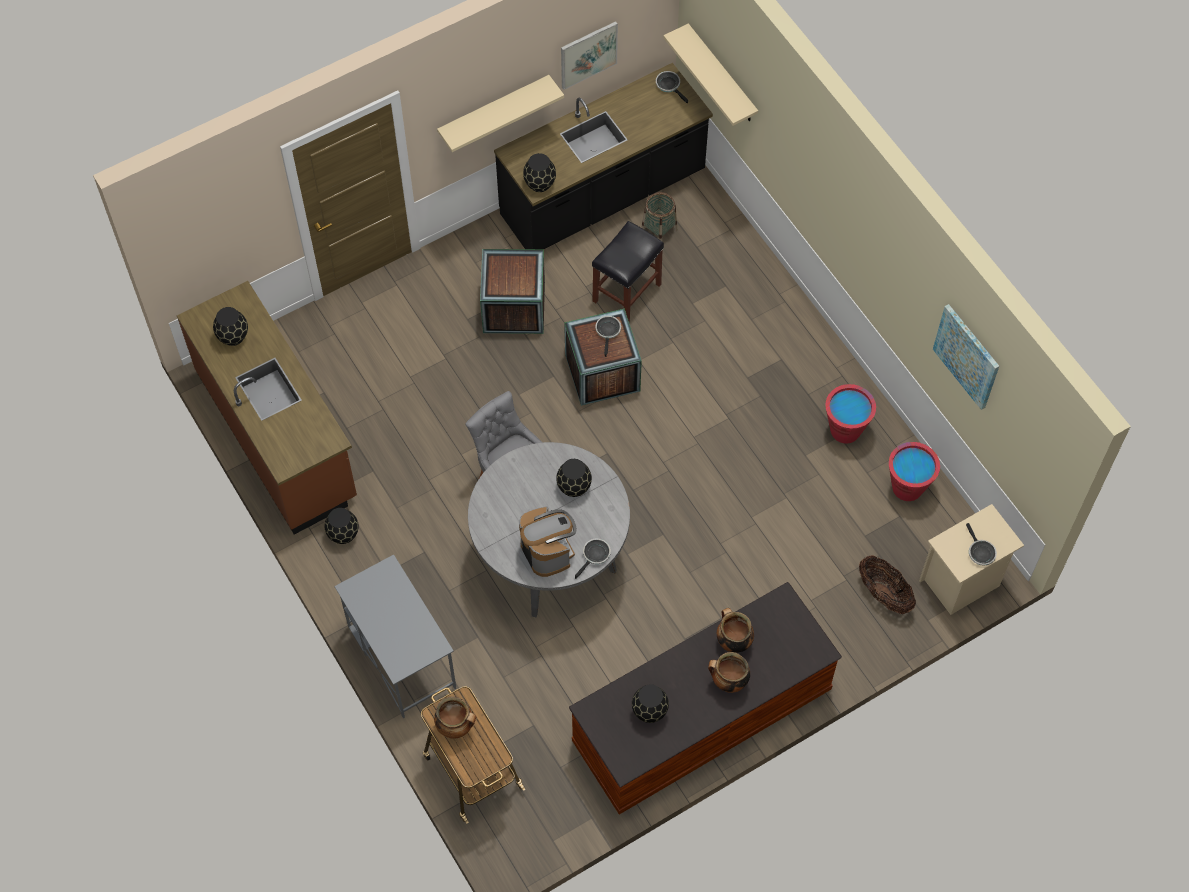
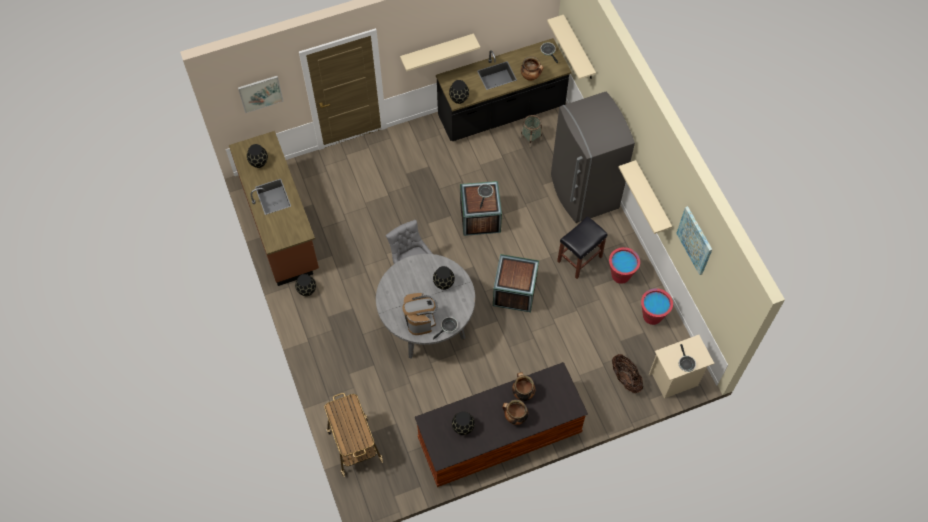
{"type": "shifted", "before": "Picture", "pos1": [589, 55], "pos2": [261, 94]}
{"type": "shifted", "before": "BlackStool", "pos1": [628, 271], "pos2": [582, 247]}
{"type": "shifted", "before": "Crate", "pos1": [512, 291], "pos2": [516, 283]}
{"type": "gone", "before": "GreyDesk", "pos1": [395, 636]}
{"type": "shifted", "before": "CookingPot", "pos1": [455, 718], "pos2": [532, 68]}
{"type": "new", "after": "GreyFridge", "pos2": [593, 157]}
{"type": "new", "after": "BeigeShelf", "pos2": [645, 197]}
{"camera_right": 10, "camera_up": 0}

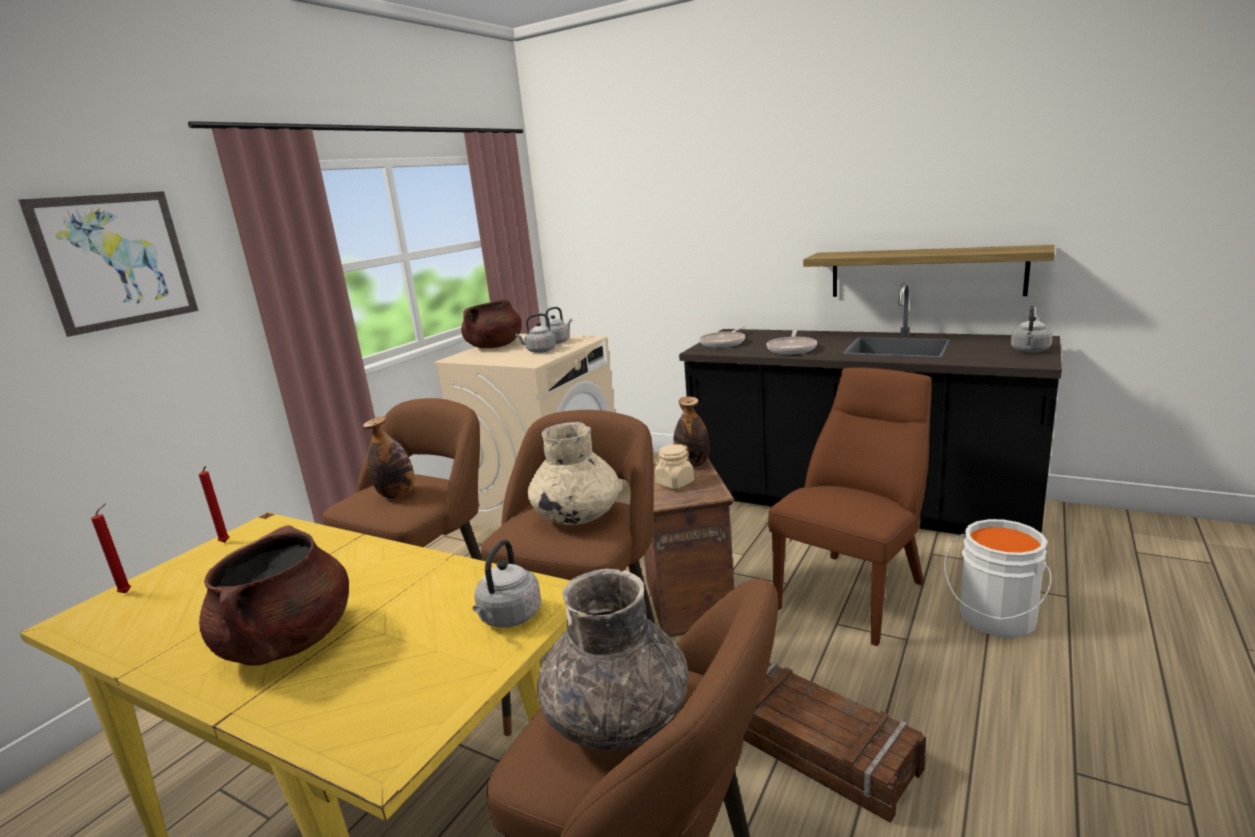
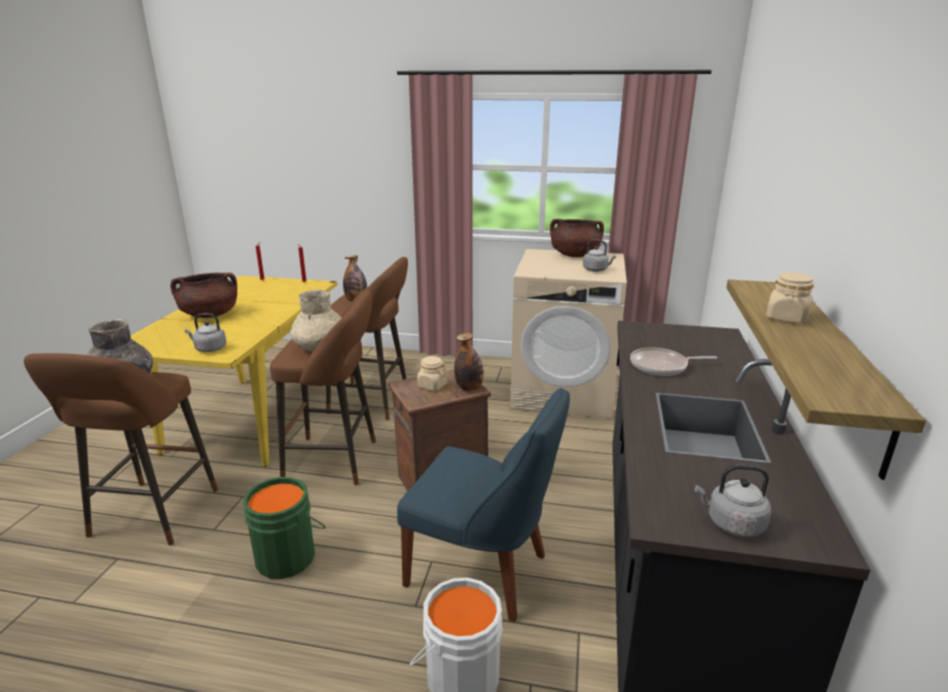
{"type": "gone", "before": "Picture", "pos1": [108, 264]}
{"type": "gone", "before": "GreyKettle", "pos1": [535, 333]}
{"type": "gone", "before": "FryingPan", "pos1": [722, 337]}
{"type": "repainted", "before": "BrownChair", "after": "BlueChair", "pos1": [850, 506], "pos2": [483, 505]}
{"type": "swapped", "before": "Crate", "after": "GreenBucket", "pos1": [834, 742], "pos2": [284, 528]}
{"type": "new", "after": "BeigeJar", "pos2": [790, 297]}
{"camera_right": 70, "camera_up": 5}

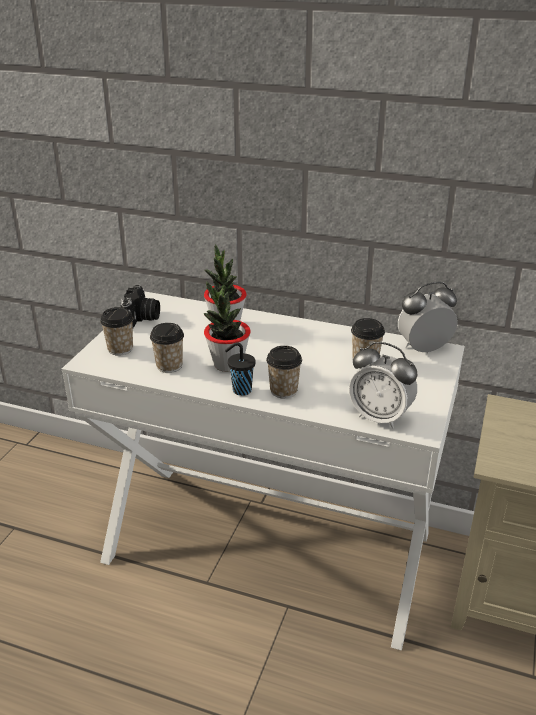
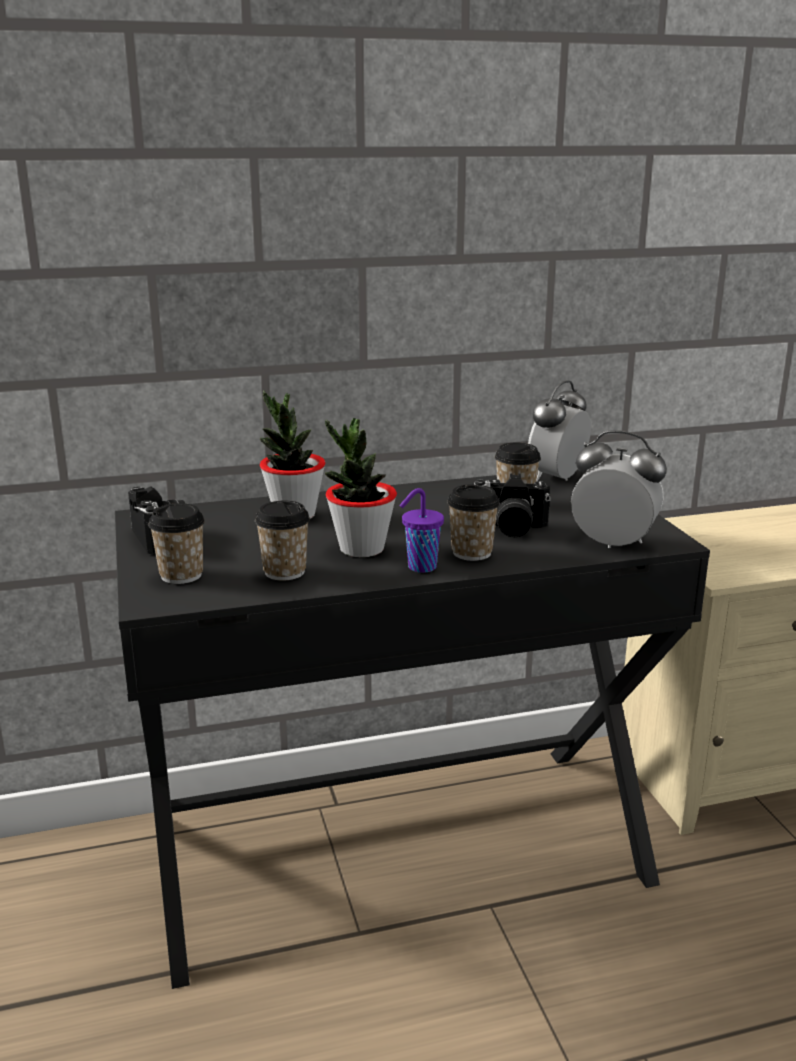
{"type": "repainted", "before": "WhiteDesk", "after": "BlackDesk", "pos1": [263, 471], "pos2": [412, 729]}
{"type": "repainted", "before": "BlackCup", "after": "PurpleCup", "pos1": [240, 369], "pos2": [421, 530]}
{"type": "rotated", "before": "AlarmClock", "pos1": [383, 385], "pos2": [619, 489], "turn": -150}
{"type": "new", "after": "PhotoCamera", "pos2": [512, 505]}
{"camera_right": -35, "camera_up": -10}

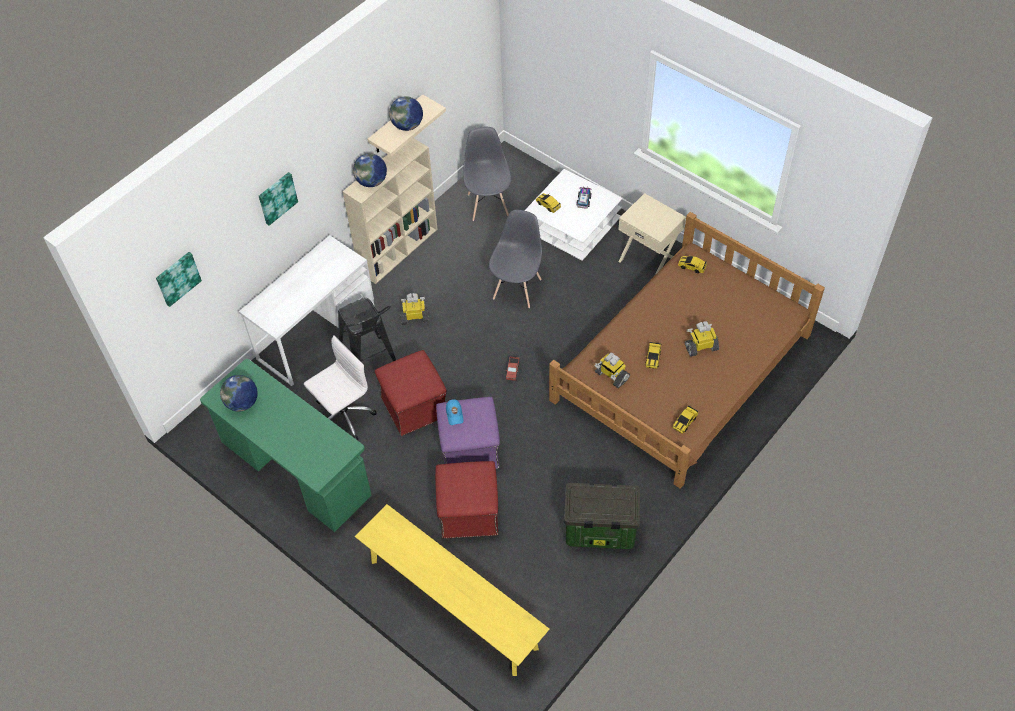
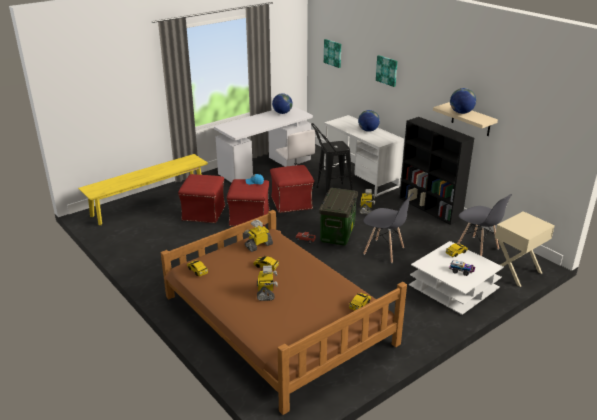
{"type": "rotated", "before": "GreyChair", "pos1": [487, 174], "pos2": [484, 225], "turn": 45}
{"type": "repainted", "before": "BeigeBookcase", "after": "BlackBookcase", "pos1": [390, 211], "pos2": [437, 171]}
{"type": "shifted", "before": "Globe", "pos1": [370, 170], "pos2": [369, 121]}
{"type": "shifted", "before": "BeigeNightstand", "pos1": [652, 234], "pos2": [525, 249]}
{"type": "repainted", "before": "GreenDesk", "after": "WhiteDesk", "pos1": [286, 445], "pos2": [263, 144]}
{"type": "repainted", "before": "PurpleOttoman", "after": "RedOttoman", "pos1": [468, 433], "pos2": [248, 203]}
{"type": "shifted", "before": "StorageBox", "pos1": [602, 516], "pos2": [338, 217]}
{"camera_right": 100, "camera_up": -25}

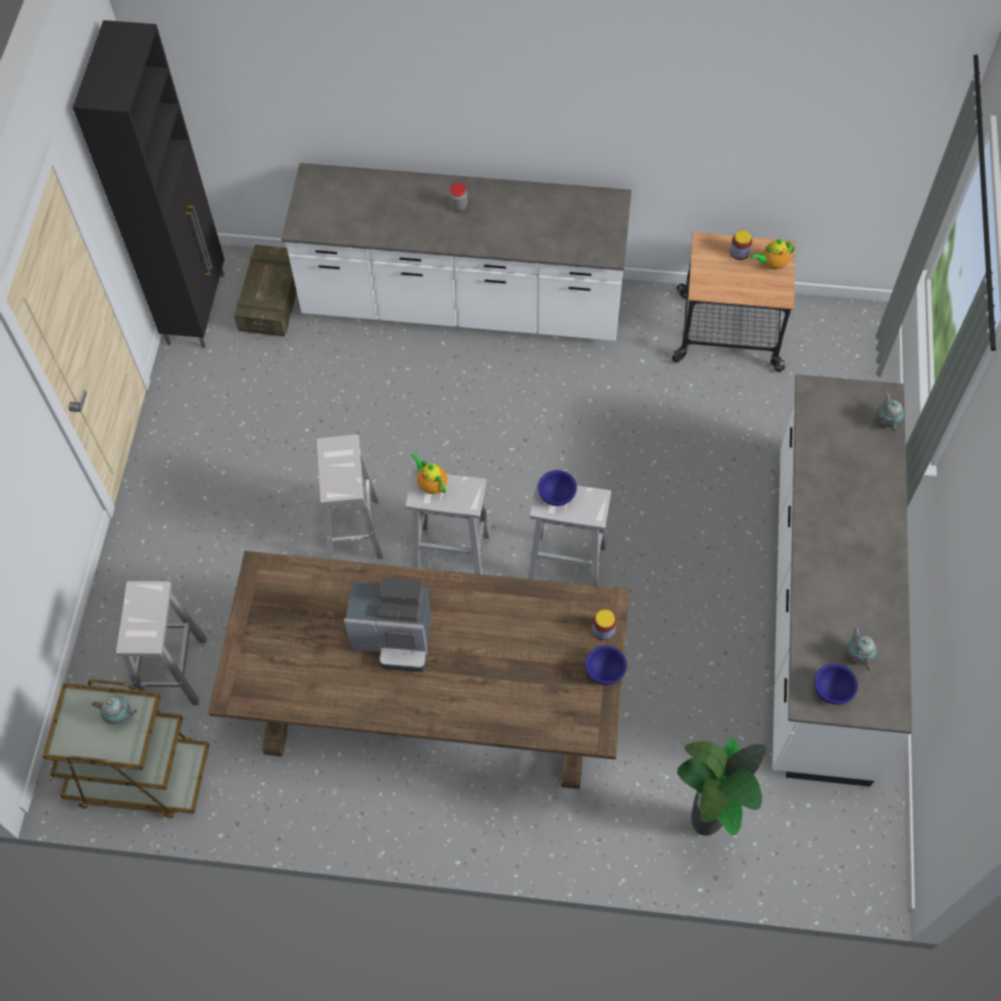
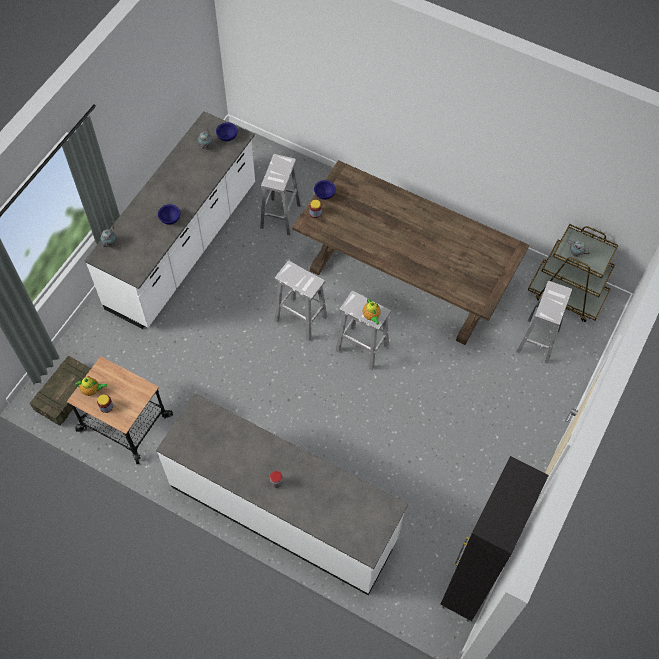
{"type": "shifted", "before": "Crate", "pos1": [265, 290], "pos2": [60, 390]}
{"type": "shifted", "before": "WhiteStool", "pos1": [350, 497], "pos2": [281, 194]}
{"type": "shifted", "before": "BlueBowl", "pos1": [557, 488], "pos2": [169, 214]}
{"type": "gone", "before": "CoffeeMachine", "pos1": [387, 624]}
{"type": "gone", "before": "PottedPlant", "pos1": [721, 787]}
{"camera_right": -160, "camera_up": 0}

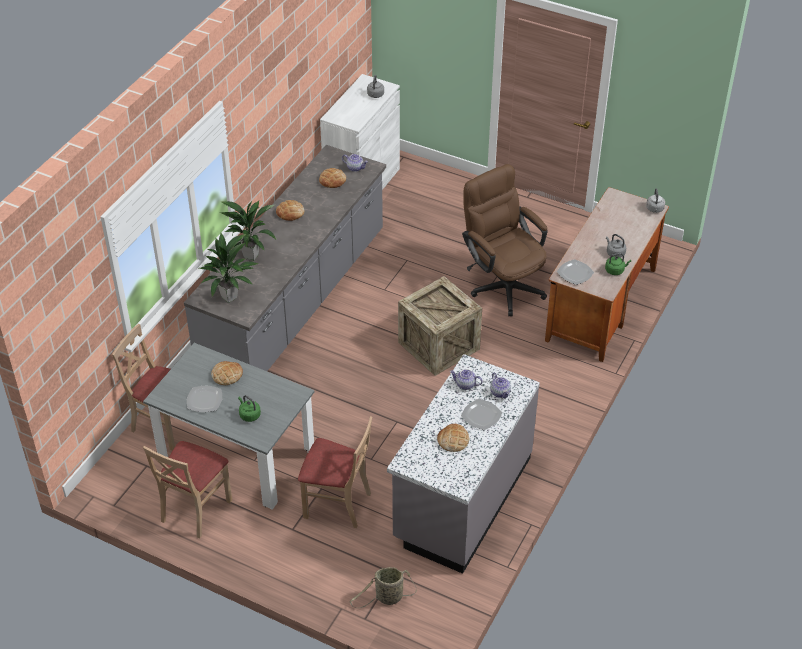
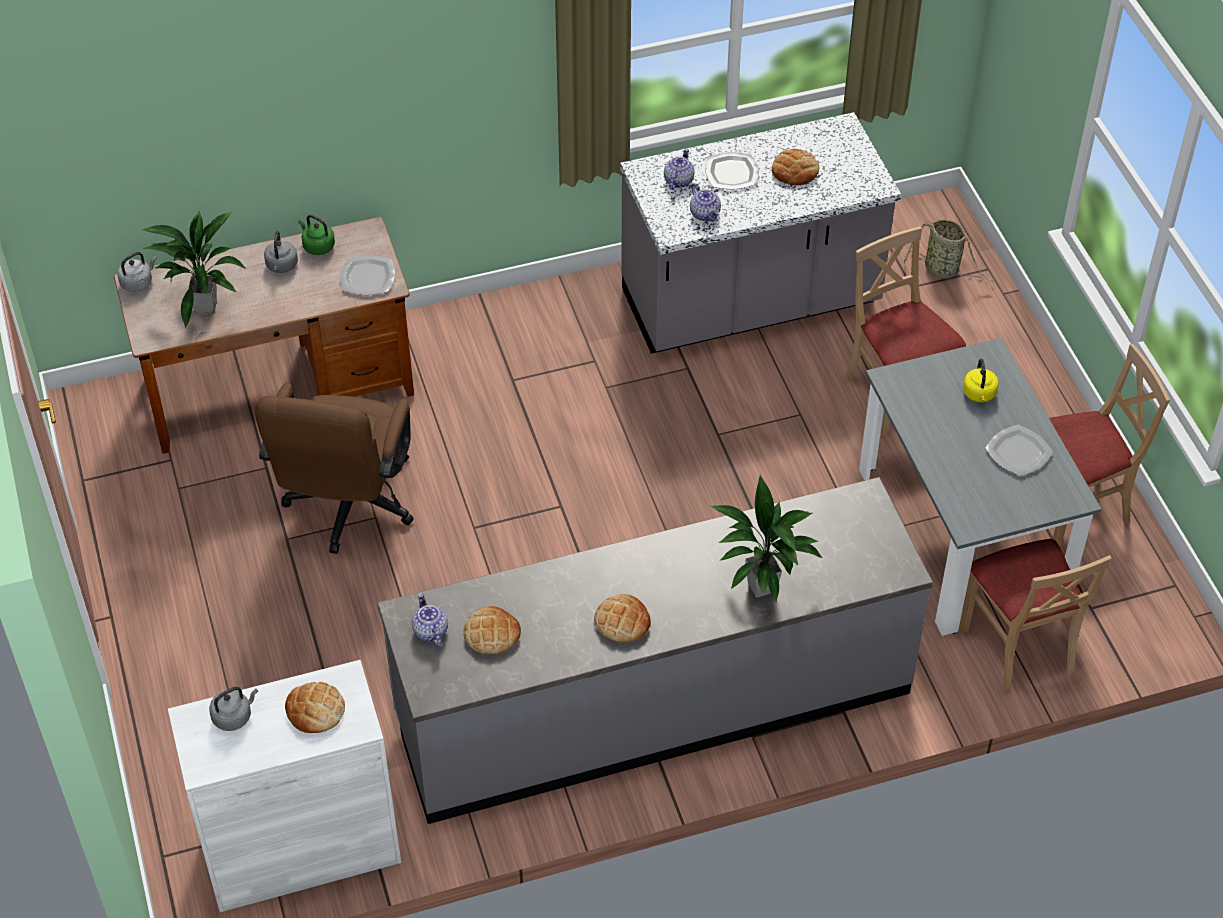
{"type": "shifted", "before": "PottedPlant", "pos1": [228, 268], "pos2": [194, 270]}
{"type": "gone", "before": "Crate", "pos1": [440, 326]}
{"type": "shifted", "before": "Bread", "pos1": [227, 373], "pos2": [315, 707]}
{"type": "repainted", "before": "GreenKettle", "after": "YellowKettle", "pos1": [249, 408], "pos2": [980, 380]}
{"camera_right": -135, "camera_up": 5}

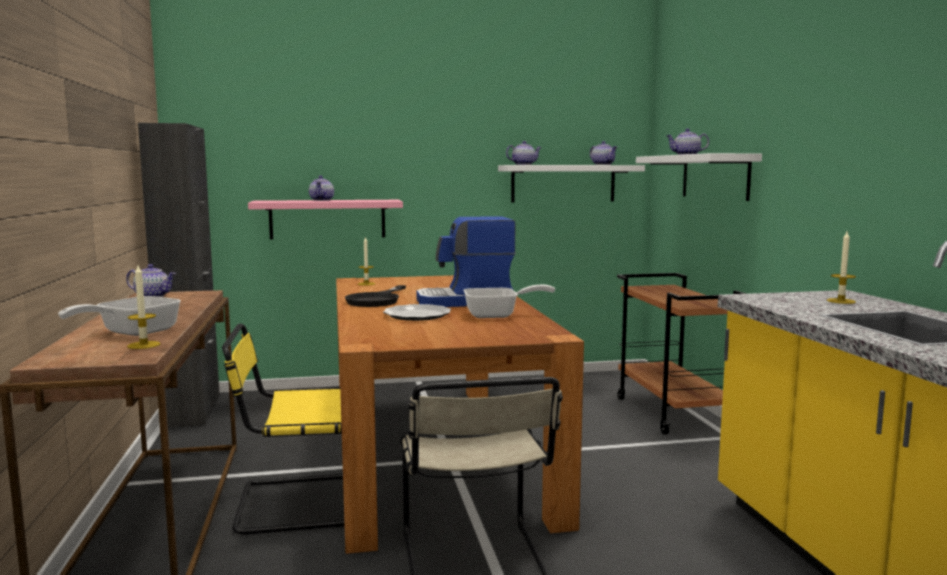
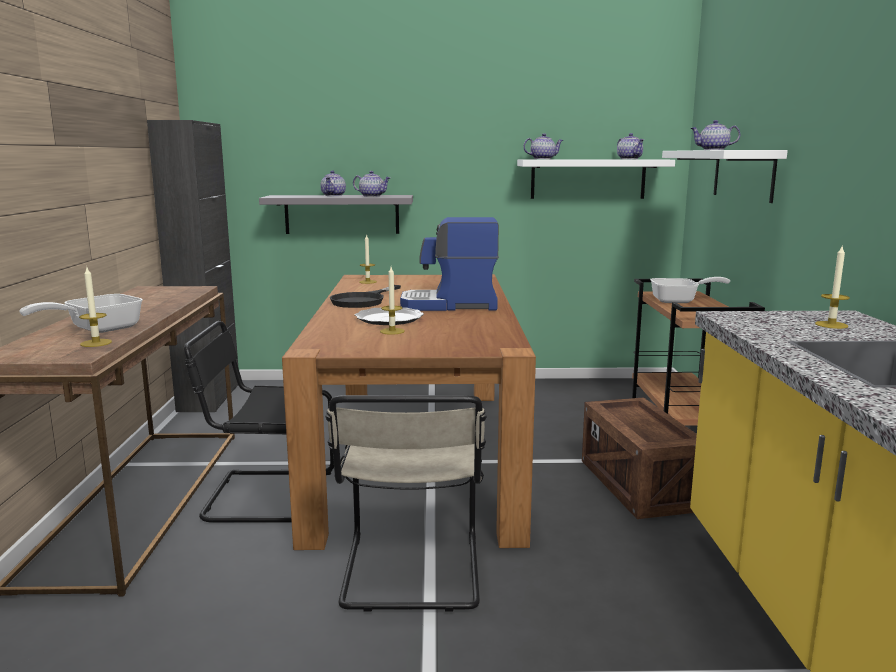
{"type": "repainted", "before": "PinkShelf", "after": "GreyShelf", "pos1": [325, 219], "pos2": [336, 214]}
{"type": "shifted", "before": "Teapot", "pos1": [151, 280], "pos2": [371, 184]}
{"type": "shifted", "before": "FryingPan", "pos1": [509, 301], "pos2": [690, 290]}
{"type": "repainted", "before": "YellowChair", "after": "BlackChair", "pos1": [283, 428], "pos2": [259, 421]}
{"type": "new", "after": "Candle", "pos2": [392, 301]}
{"type": "new", "after": "Crate", "pos2": [639, 458]}
{"camera_right": 10, "camera_up": 5}

